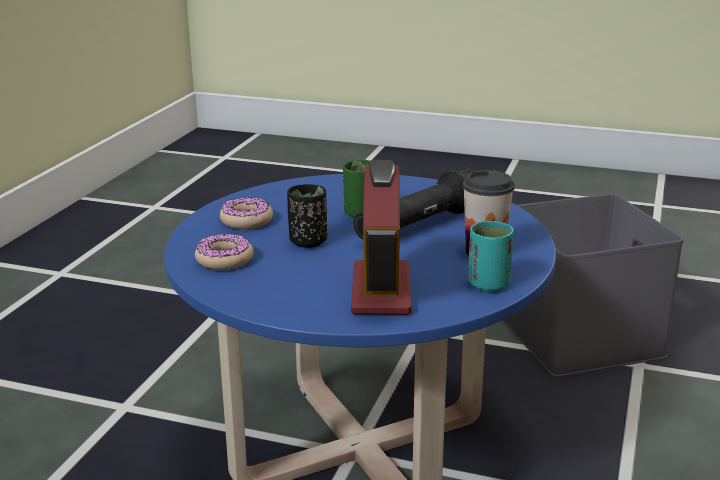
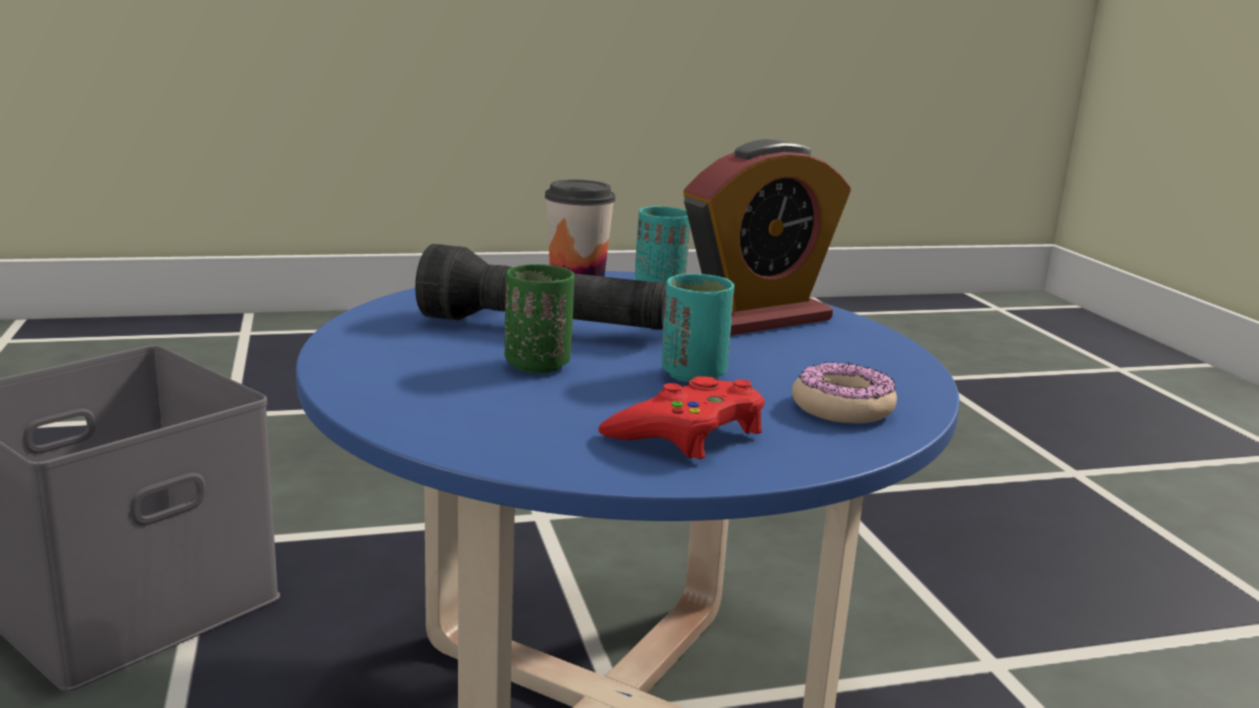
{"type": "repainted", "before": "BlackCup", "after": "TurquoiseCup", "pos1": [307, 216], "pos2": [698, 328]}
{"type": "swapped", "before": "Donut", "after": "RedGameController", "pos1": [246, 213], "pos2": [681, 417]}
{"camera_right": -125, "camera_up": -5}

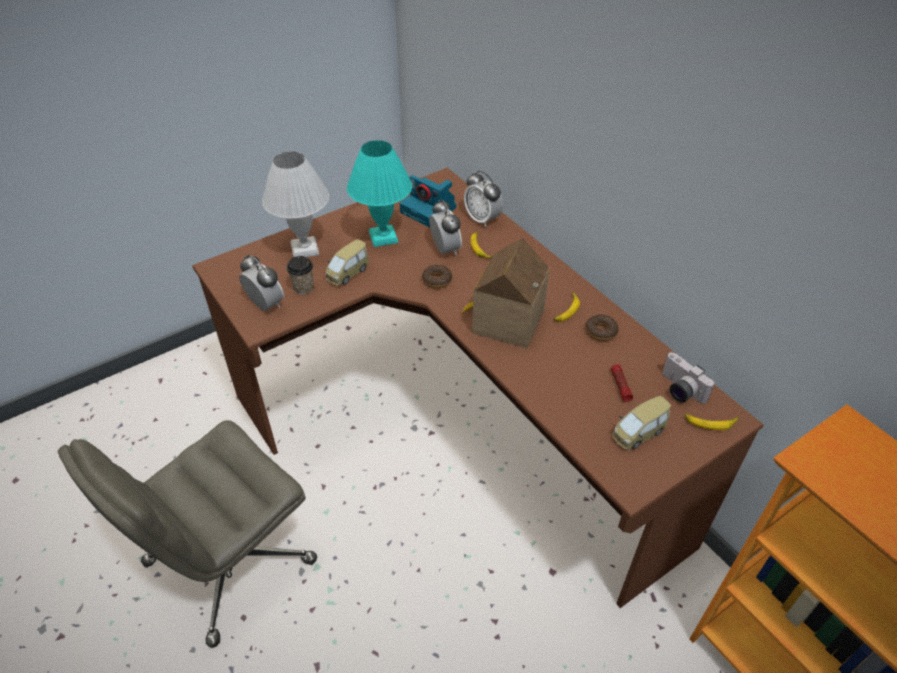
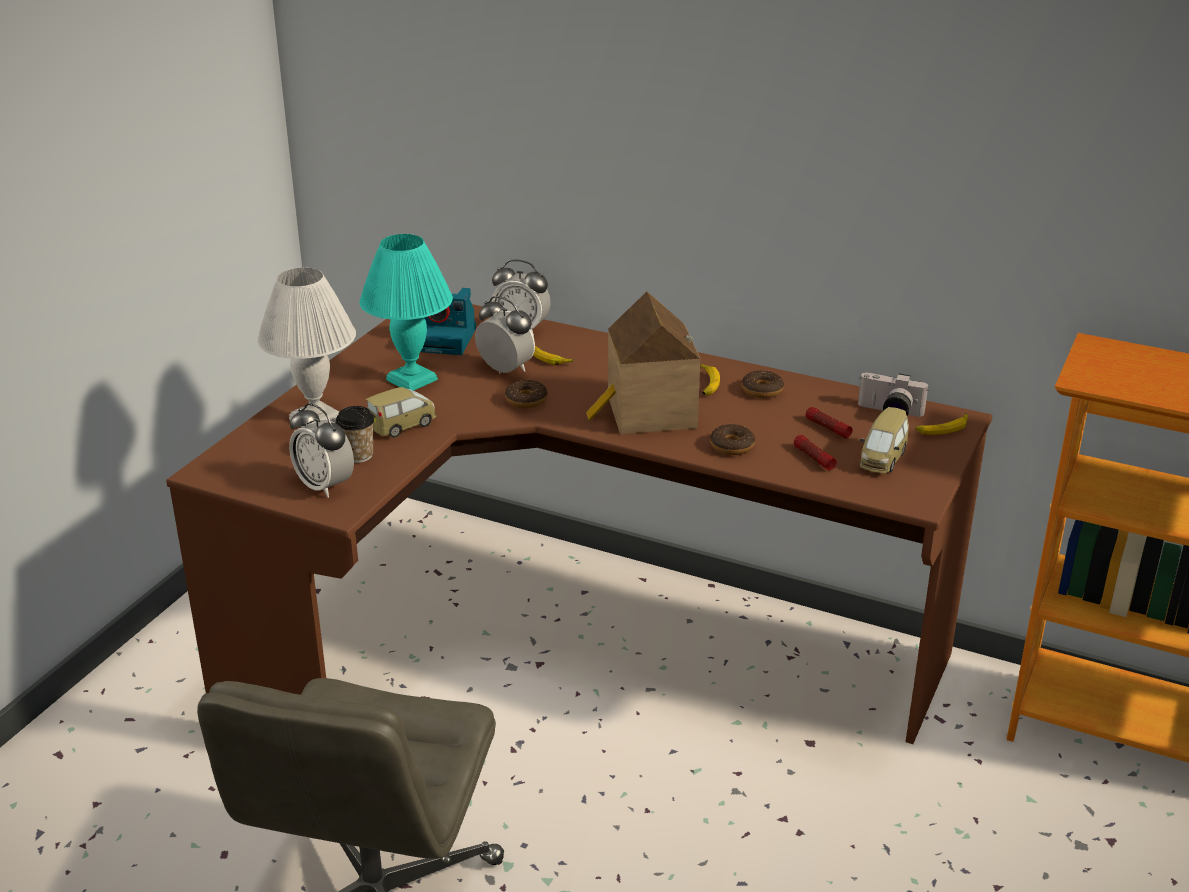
{"type": "rotated", "before": "ToyCar", "pos1": [347, 262], "pos2": [401, 412], "turn": -135}
{"type": "rotated", "before": "AlarmClock", "pos1": [261, 283], "pos2": [321, 450], "turn": -150}
{"type": "new", "after": "Donut", "pos2": [732, 439]}
{"type": "new", "after": "Flashlight", "pos2": [815, 452]}
{"camera_right": -30, "camera_up": -15}

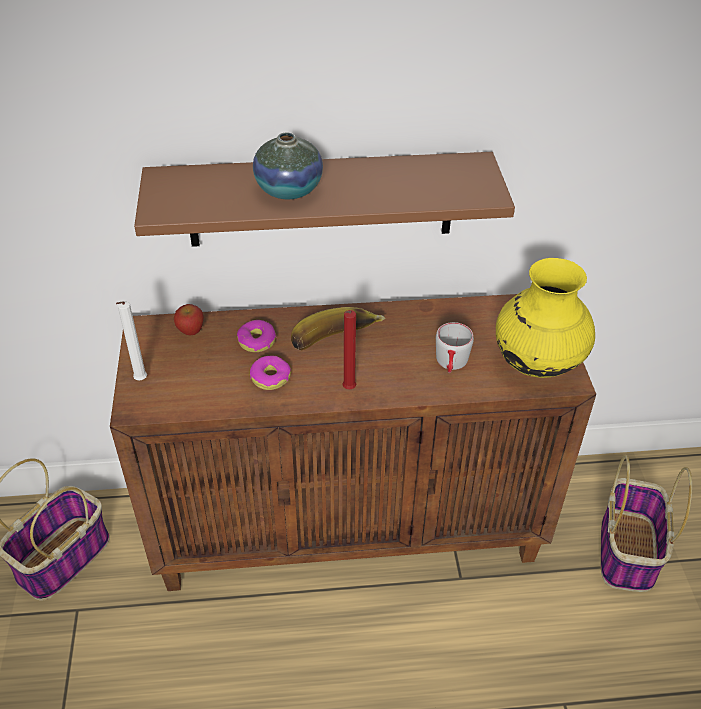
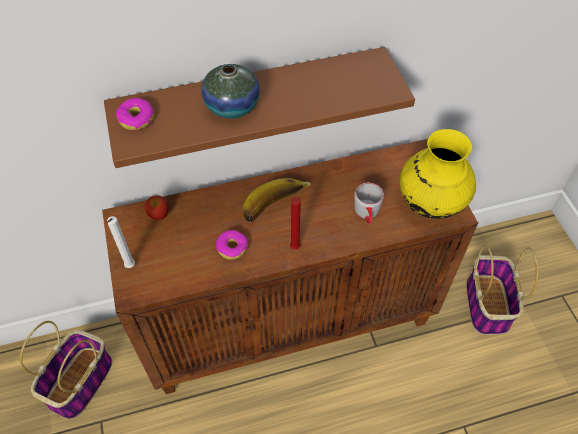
{"type": "shifted", "before": "Donut", "pos1": [256, 336], "pos2": [135, 114]}
{"camera_right": -10, "camera_up": 10}

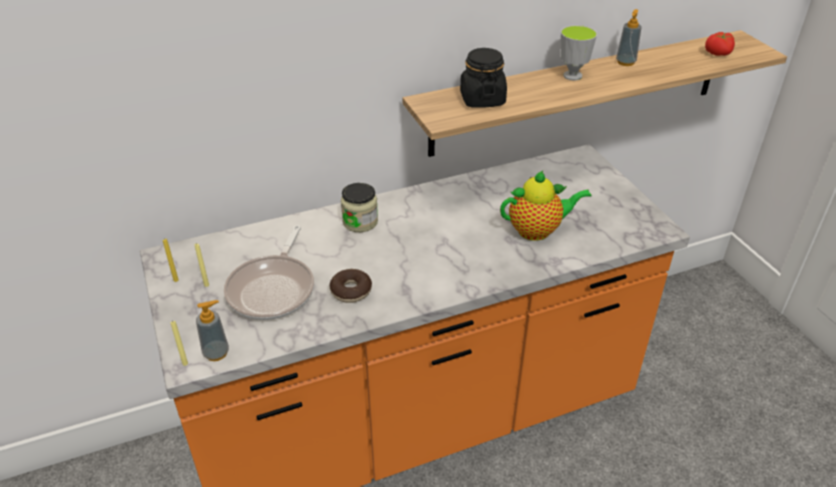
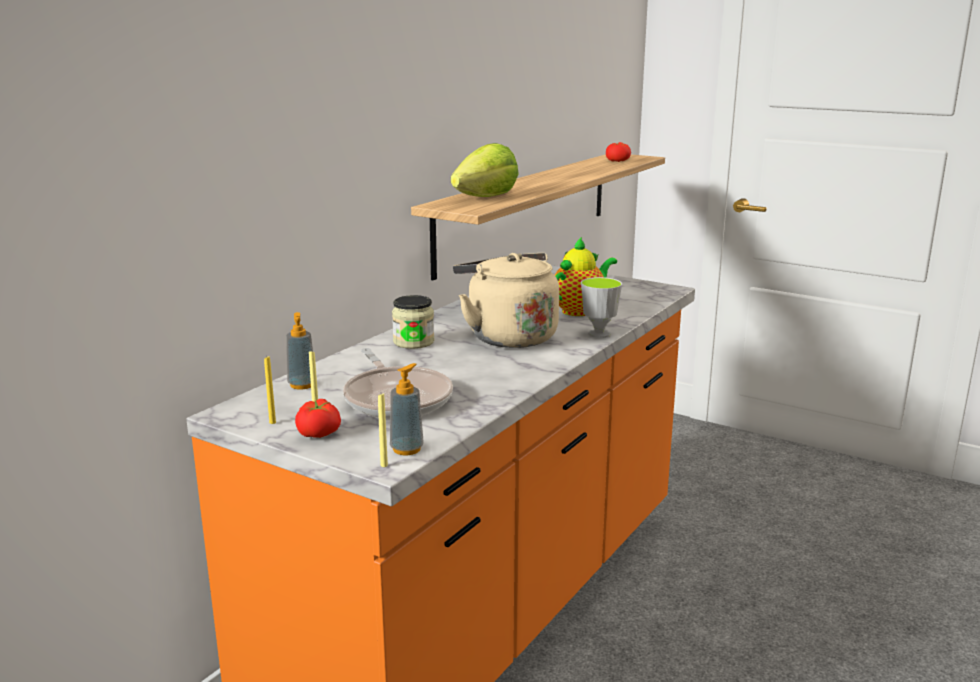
{"type": "shifted", "before": "SoapDispenser", "pos1": [629, 37], "pos2": [299, 351]}
{"type": "shifted", "before": "Cup", "pos1": [579, 52], "pos2": [601, 307]}
{"type": "swapped", "before": "BlackJar", "after": "Lettuce", "pos1": [483, 78], "pos2": [485, 170]}
{"type": "gone", "before": "Donut", "pos1": [351, 286]}
{"type": "new", "after": "BeigeKettle", "pos2": [506, 300]}
{"type": "new", "after": "Tomato", "pos2": [318, 418]}
{"camera_right": -35, "camera_up": -20}

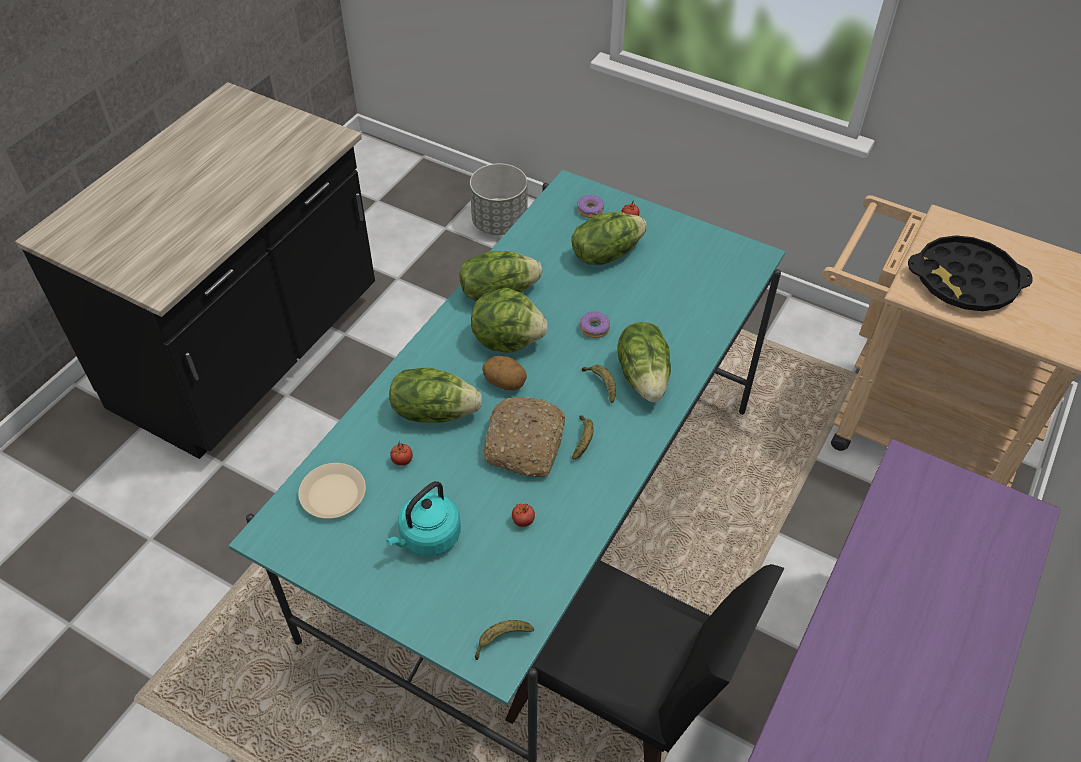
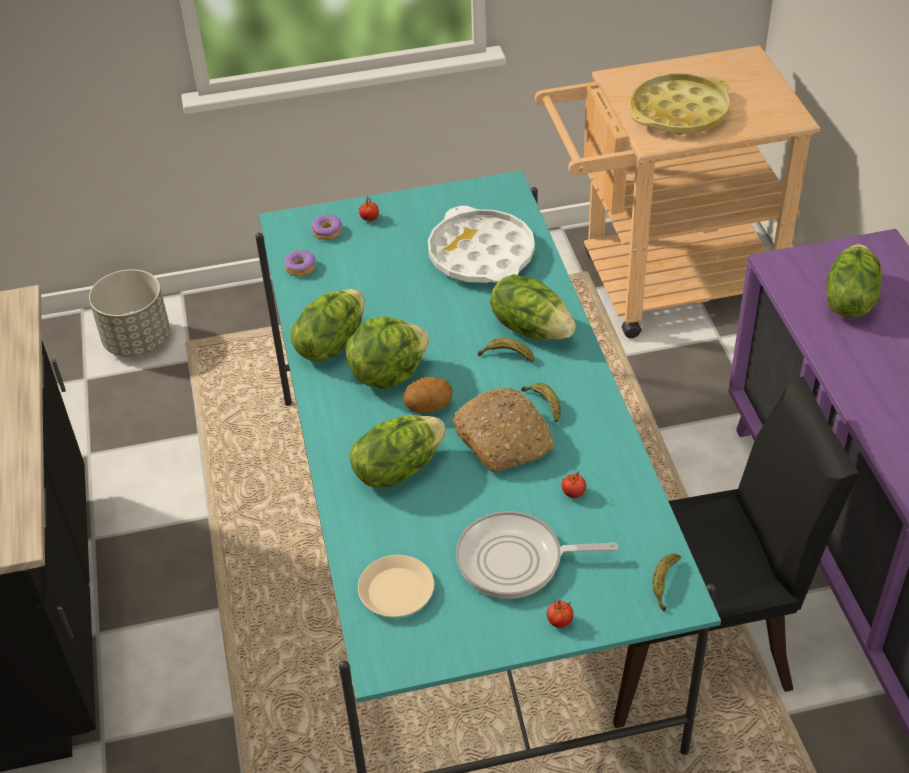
{"type": "shifted", "before": "Lettuce", "pos1": [609, 238], "pos2": [854, 281]}
{"type": "repainted", "before": "BlackTray", "after": "YellowTray", "pos1": [970, 273], "pos2": [680, 104]}
{"type": "shifted", "before": "Donut", "pos1": [595, 325], "pos2": [300, 263]}
{"type": "shifted", "before": "Tomato", "pos1": [401, 453], "pos2": [560, 614]}
{"type": "swapped", "before": "TurquoiseKettle", "after": "FryingPan", "pos1": [423, 518], "pos2": [537, 555]}
{"type": "new", "after": "WhiteTray", "pos2": [481, 244]}
{"camera_right": -40, "camera_up": -5}

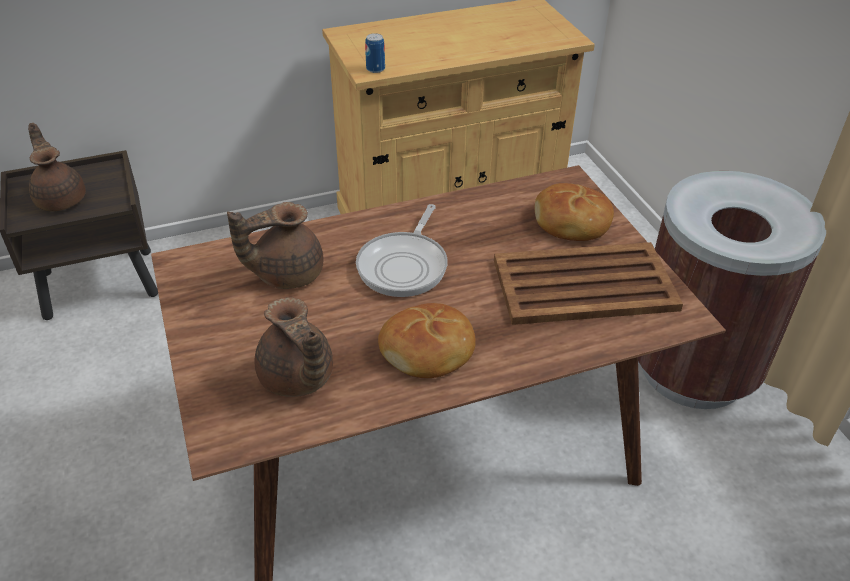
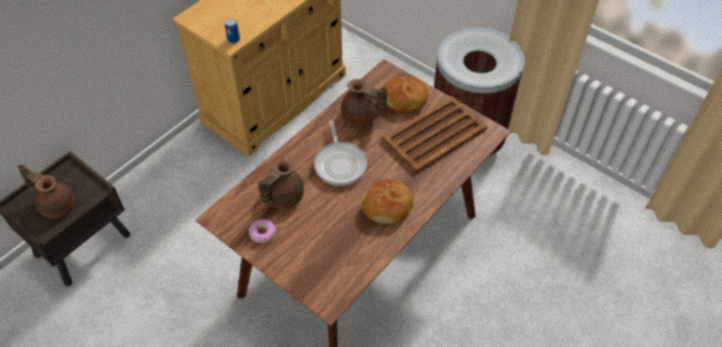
{"type": "shifted", "before": "BrownTeapot", "pos1": [293, 347], "pos2": [364, 102]}
{"type": "new", "after": "Donut", "pos2": [262, 231]}
{"camera_right": -30, "camera_up": 10}

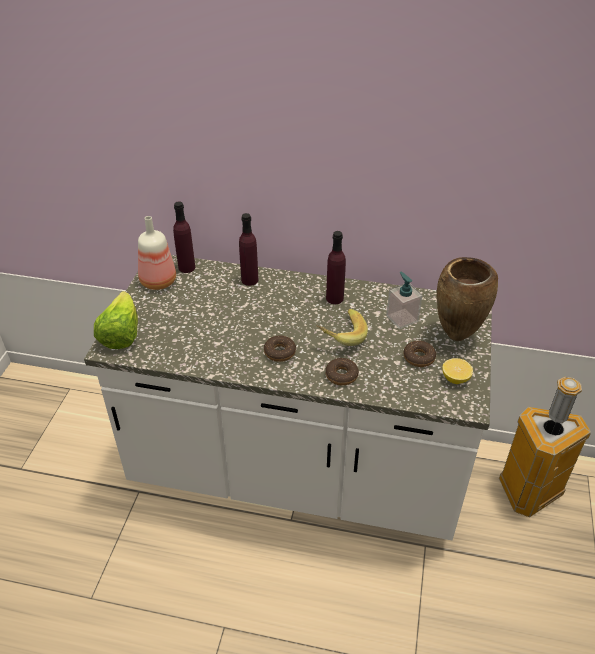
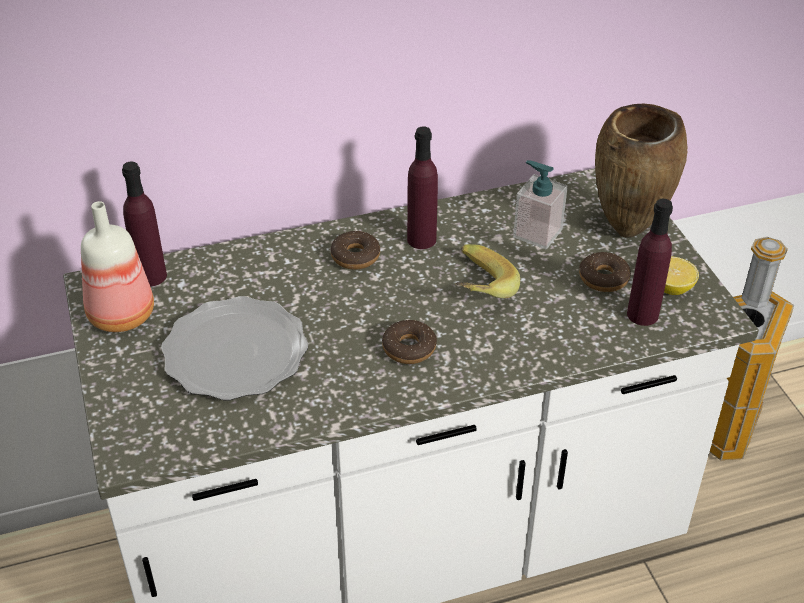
{"type": "shifted", "before": "PurpleBottle", "pos1": [249, 249], "pos2": [650, 262]}
{"type": "gone", "before": "Lettuce", "pos1": [116, 320]}
{"type": "shifted", "before": "Donut", "pos1": [342, 372], "pos2": [355, 250]}
{"type": "new", "after": "Plate", "pos2": [234, 348]}
{"camera_right": -30, "camera_up": 0}

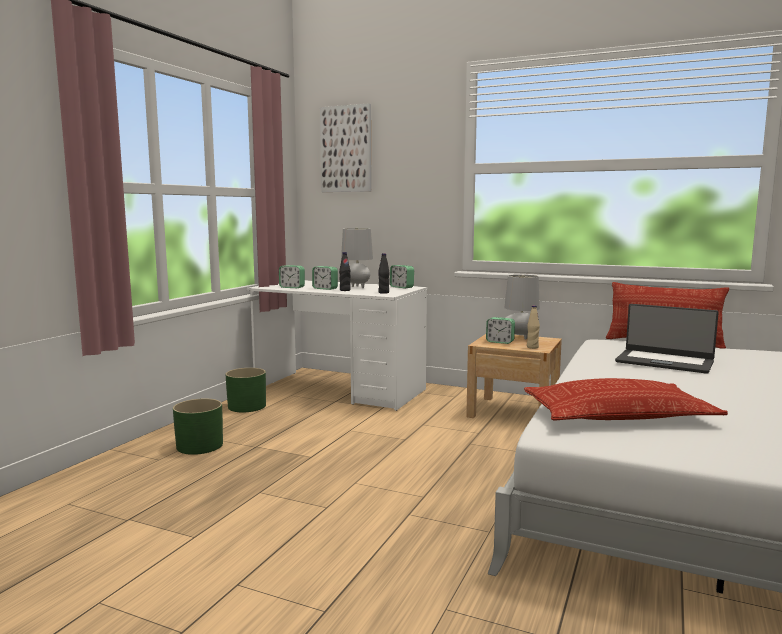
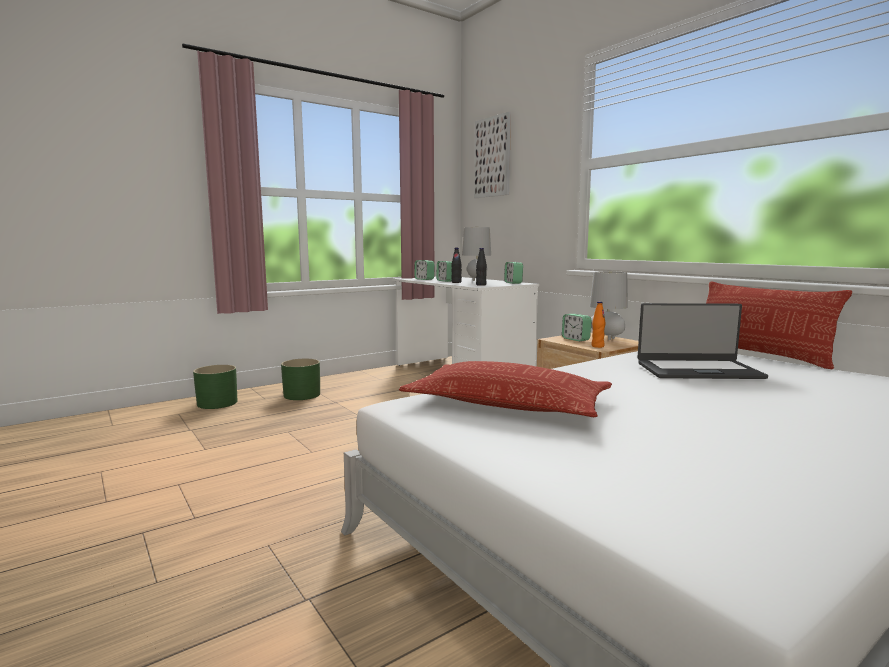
{"type": "rotated", "before": "Laptop", "pos1": [667, 339], "pos2": [702, 341], "turn": -60}
{"type": "repainted", "before": "BeigeBottle", "after": "OrangeBottle", "pos1": [533, 327], "pos2": [598, 324]}
{"type": "shifted", "before": "GreenPlanter", "pos1": [246, 390], "pos2": [215, 387]}
{"camera_right": 30, "camera_up": 0}

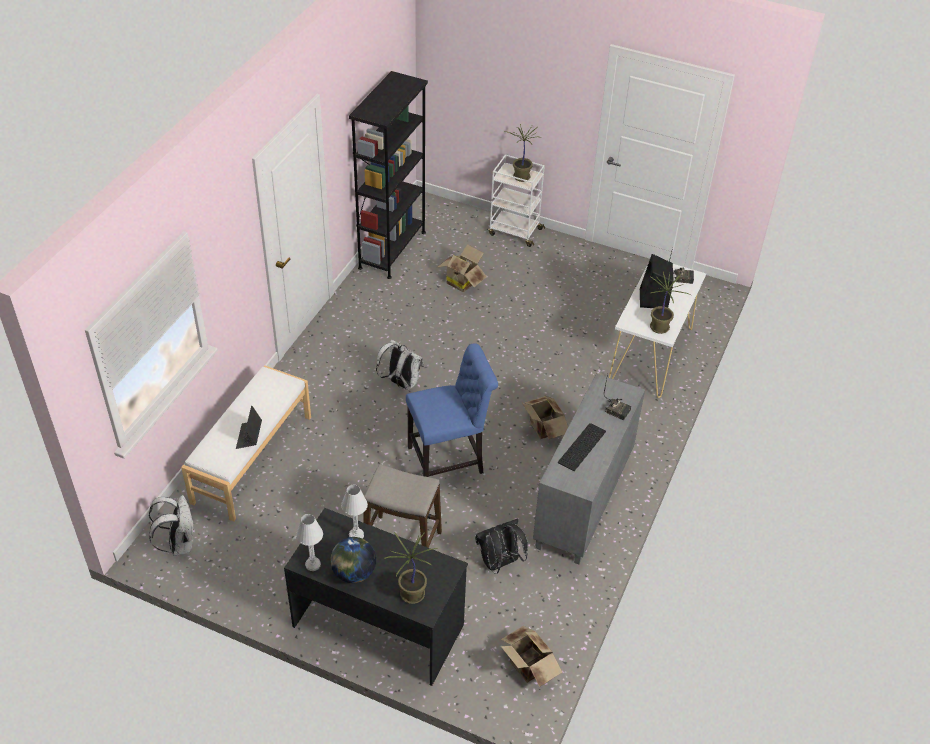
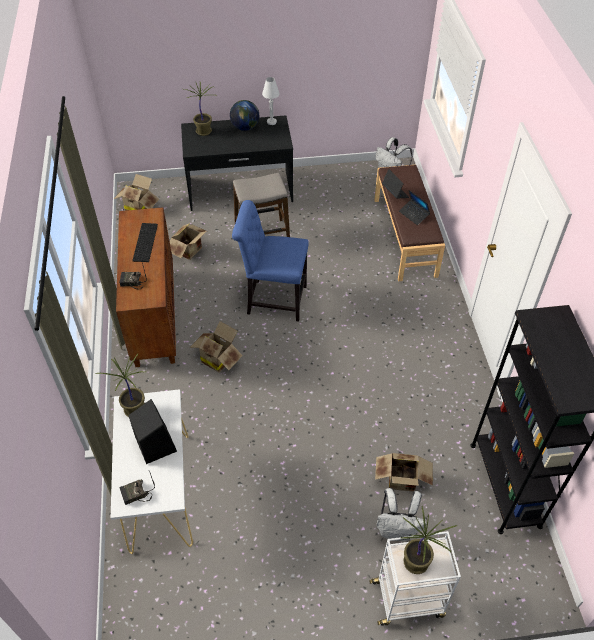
{"type": "shifted", "before": "WhiteBackpack", "pos1": [400, 364], "pos2": [401, 514]}
{"type": "rotated", "before": "BlueChair", "pos1": [452, 410], "pos2": [270, 261], "turn": 60}
{"type": "repainted", "before": "WhiteBench", "after": "BrownBench", "pos1": [246, 443], "pos2": [409, 223]}
{"type": "repainted", "before": "GreyCabinet", "after": "BrownCabinet", "pos1": [589, 469], "pos2": [146, 287]}
{"type": "gone", "before": "WhiteTableLamp", "pos1": [354, 512]}
{"type": "swapped", "before": "BlackBackpack", "after": "CardboardBox", "pos1": [501, 546], "pos2": [189, 241]}
{"type": "new", "after": "Laptop", "pos2": [414, 207]}
{"camera_right": 150, "camera_up": 5}

